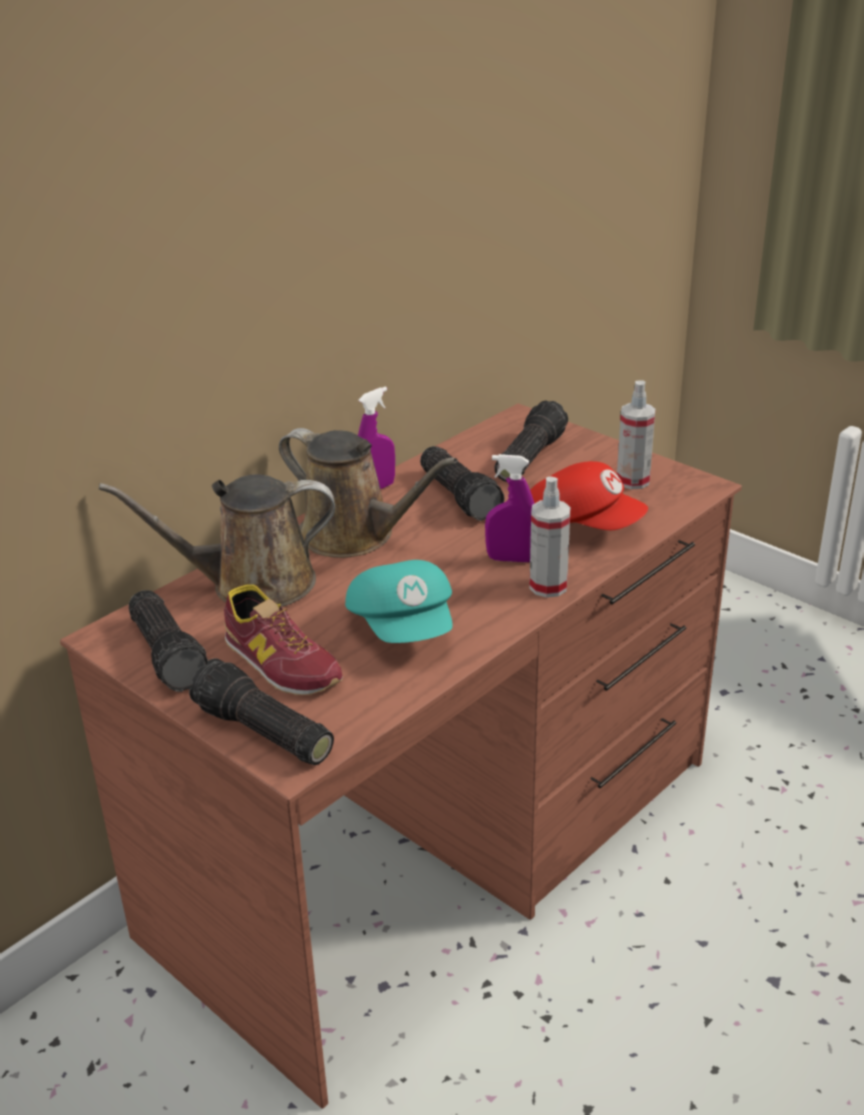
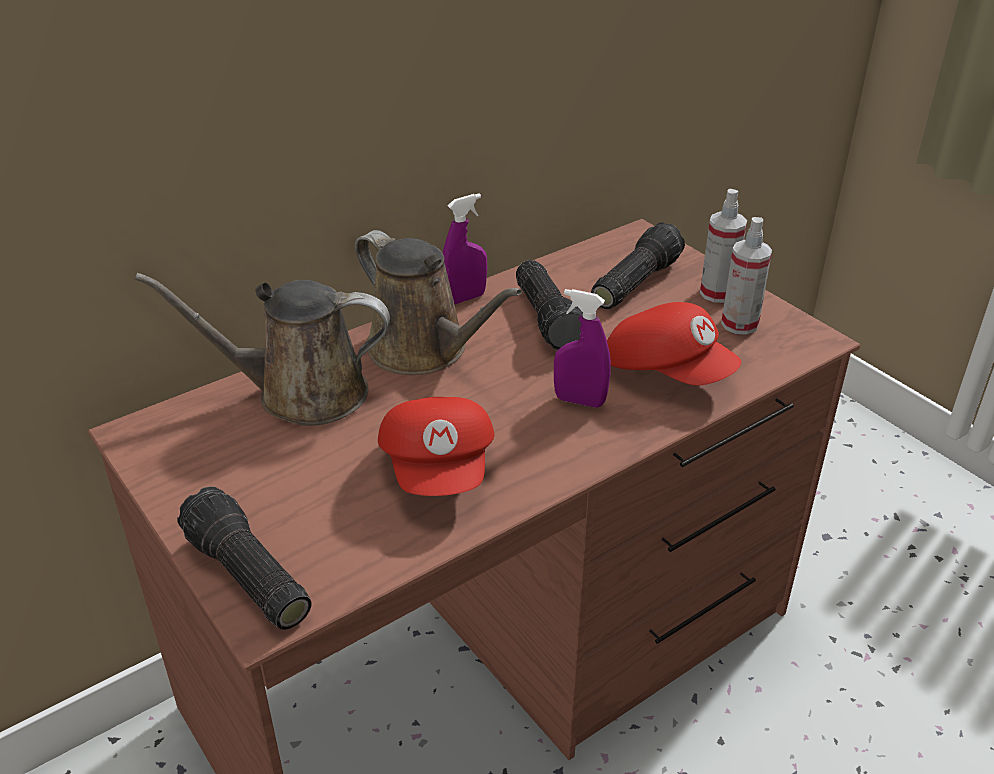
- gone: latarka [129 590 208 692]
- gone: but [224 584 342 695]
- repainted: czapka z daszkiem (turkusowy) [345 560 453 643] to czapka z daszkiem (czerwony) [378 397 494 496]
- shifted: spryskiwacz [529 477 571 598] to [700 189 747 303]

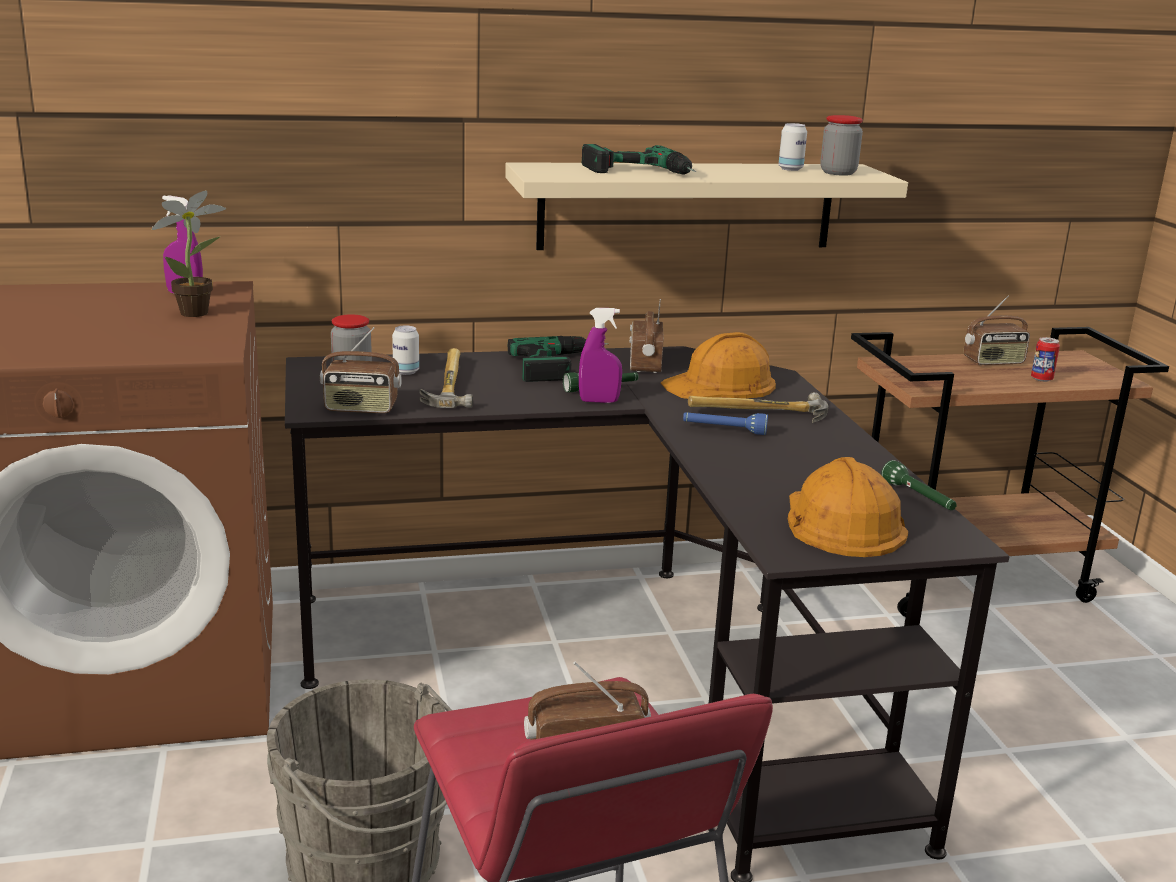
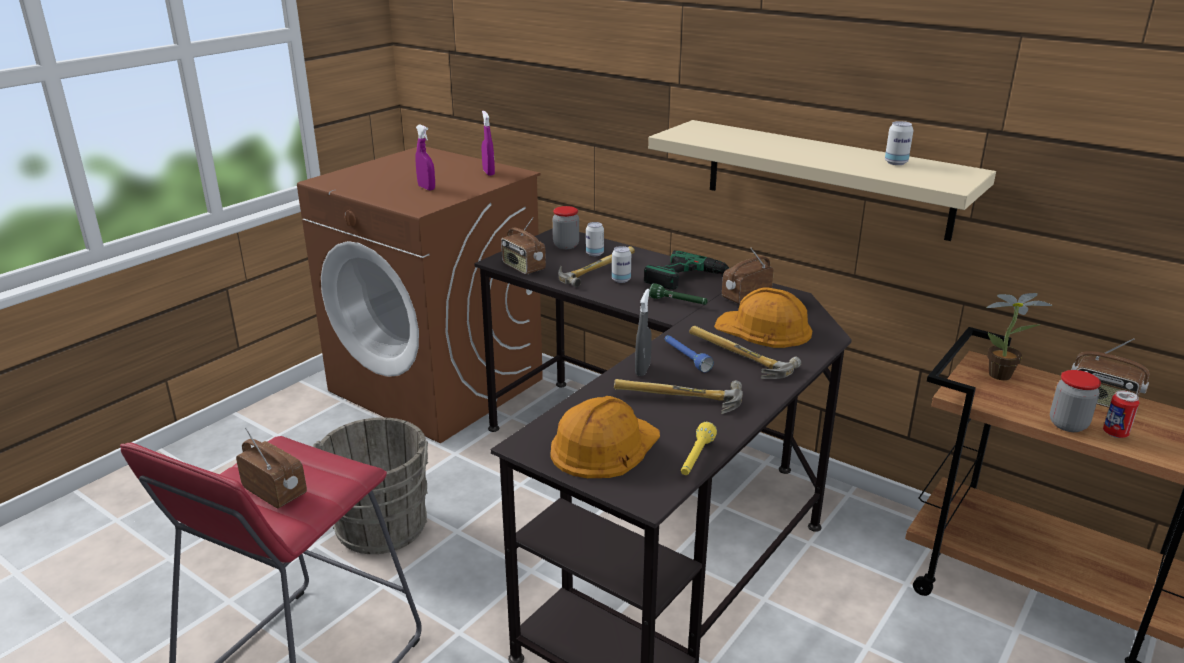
- shifted: roślina doniczkowa [152 190 226 317] to [986 293 1052 380]
- shifted: spryskiwacz (fioletowy) [579 308 622 403] to [416 124 435 190]
- gone: wiertarka [582 144 697 174]
- shifted: słoik [820 115 863 176] to [1050 370 1101 432]
- repainted: latarka (zielony) [881 460 957 510] to latarka (żółty) [681 422 717 475]
- new: puszka [612 246 631 283]
- new: młotek [614 379 743 414]
- new: spryskiwacz (szary) [635 289 652 376]

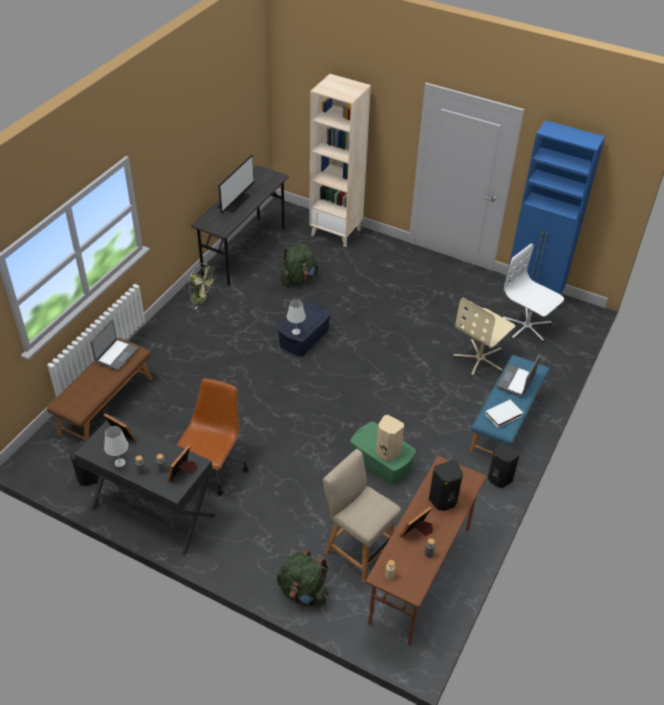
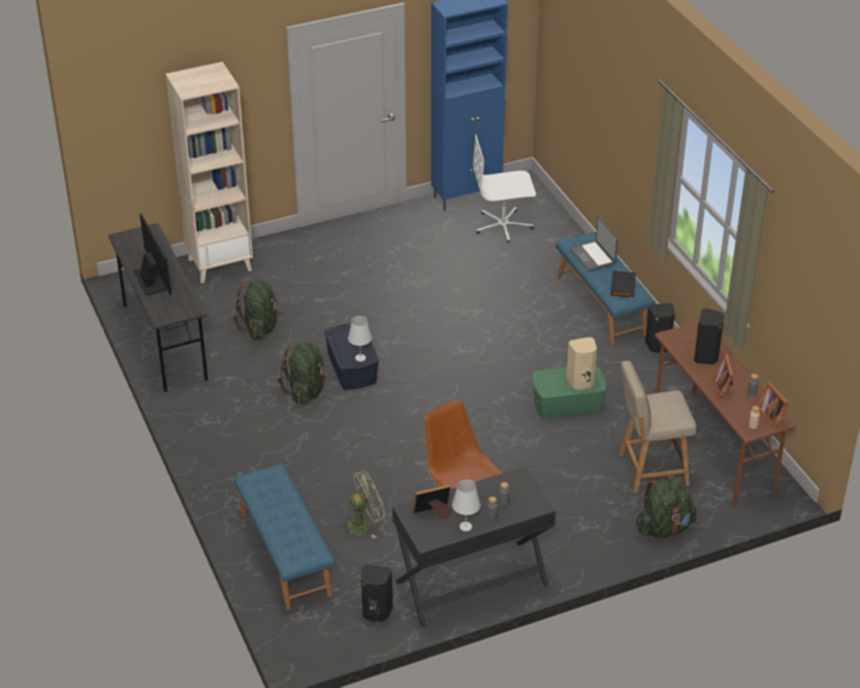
- repainted: ławka (brązowy) [47 338 152 441] to ławka (niebieski) [234 464 335 610]
- gone: laptop [91 320 139 371]
- shifted: ramka na zdjęcie [167 445 198 482] to [758 383 788 429]
- shifted: wentylator (zielony) [189 263 217 309] to [339 471 385 539]
- gone: krzesło biurowe (beżowy) [453 298 515 377]
- repainted: książka (biały) [485 400 523 427] to książka (czarny) [611 271 636 297]
- new: plecak (zielony) [278 342 328 404]

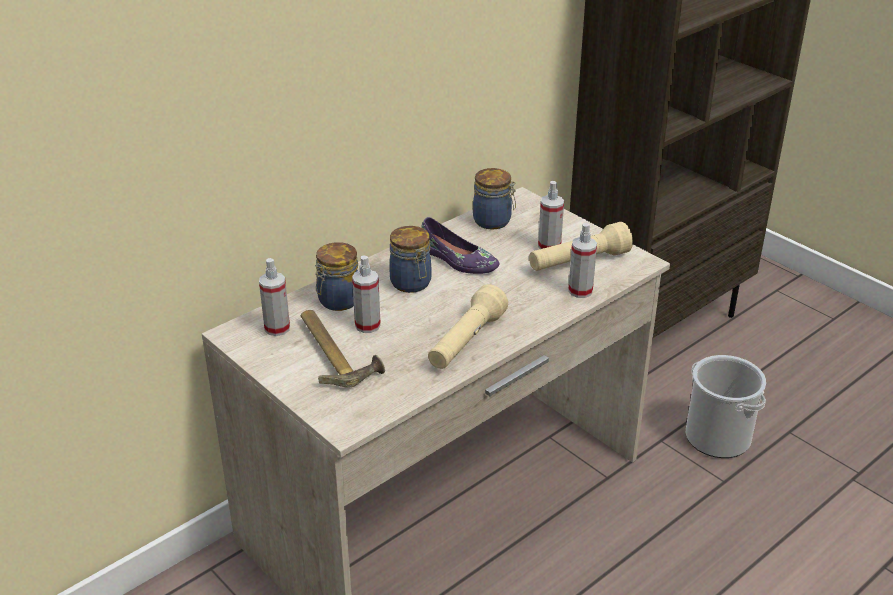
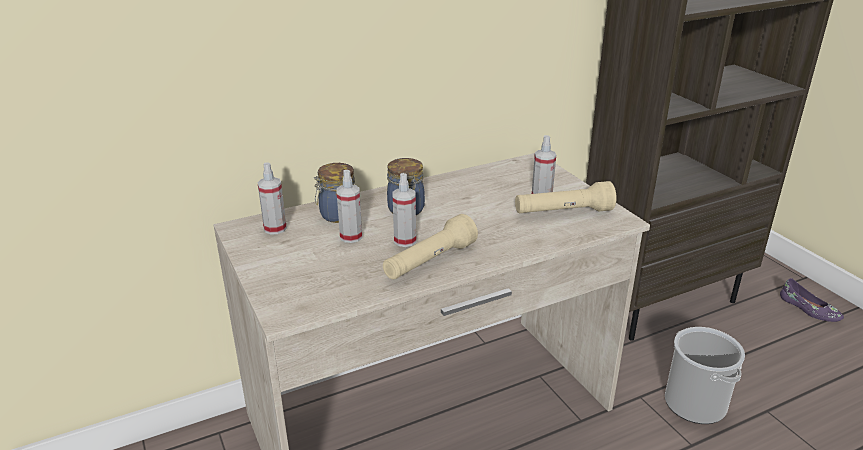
- gone: młotek [301 310 385 388]
- shifted: but (fioletowy) [421 217 499 274] to [780 278 844 322]
- gone: słoik [473 168 516 229]
- shifted: spryskiwacz [568 223 597 298] to [393 173 416 247]

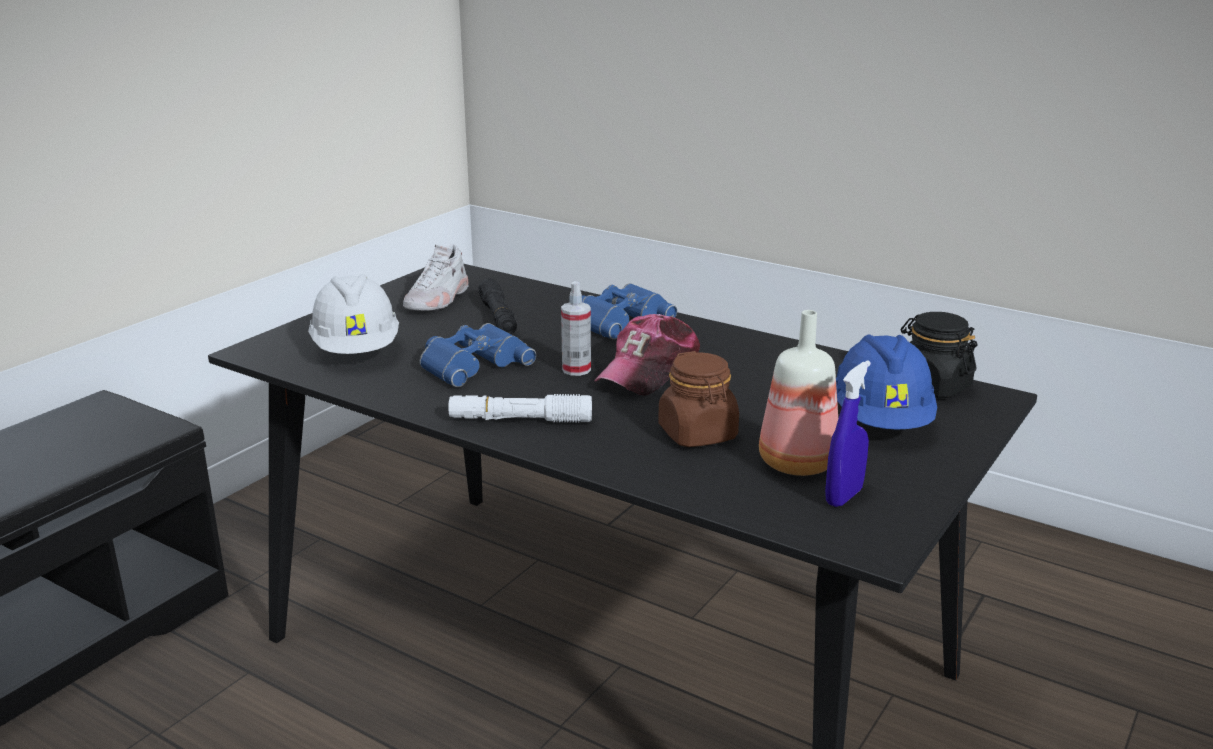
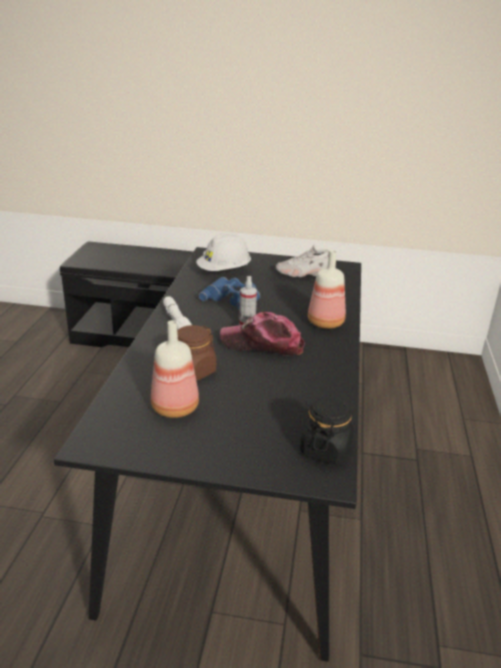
- gone: latarka (czarny) [478 278 517 334]
- swapped: lornetka (niebieski) [582 283 677 340] to butelka [308 250 346 329]
- gone: spryskiwacz (niebieski) [825 360 871 507]
- gone: kask (niebieski) [836 335 937 430]

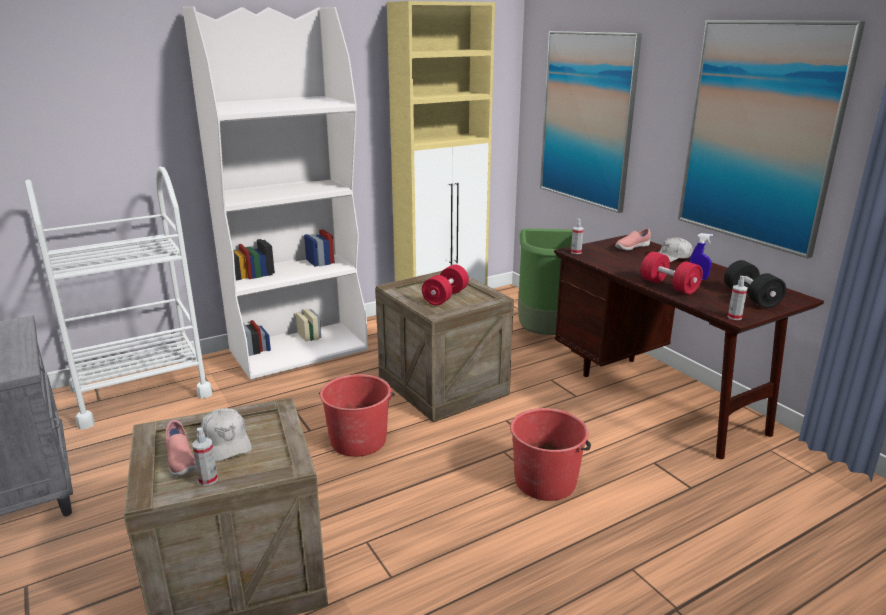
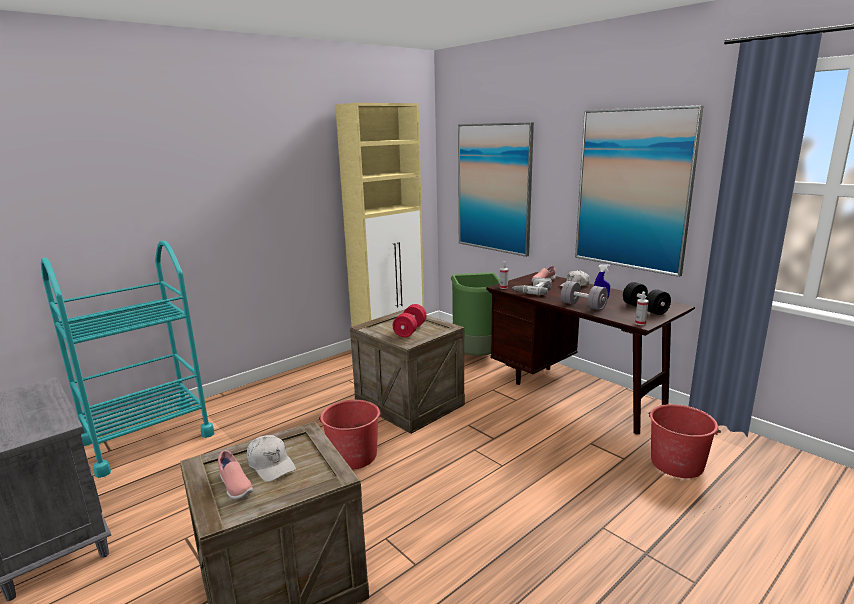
- repainted: wózek (biały) [25 166 212 430] to wózek (turkusowy) [41 241 214 478]
- gone: regał (biały) [183 6 368 380]
- gone: spryskiwacz [192 427 218 486]
- shifted: wiadro (czerwony) [510 408 591 501] to [648 404 721 478]
- repainted: hantel (czerwony) [640 251 703 294] to hantel (szary) [561 281 608 310]
- new: wiertarka [512 278 552 295]

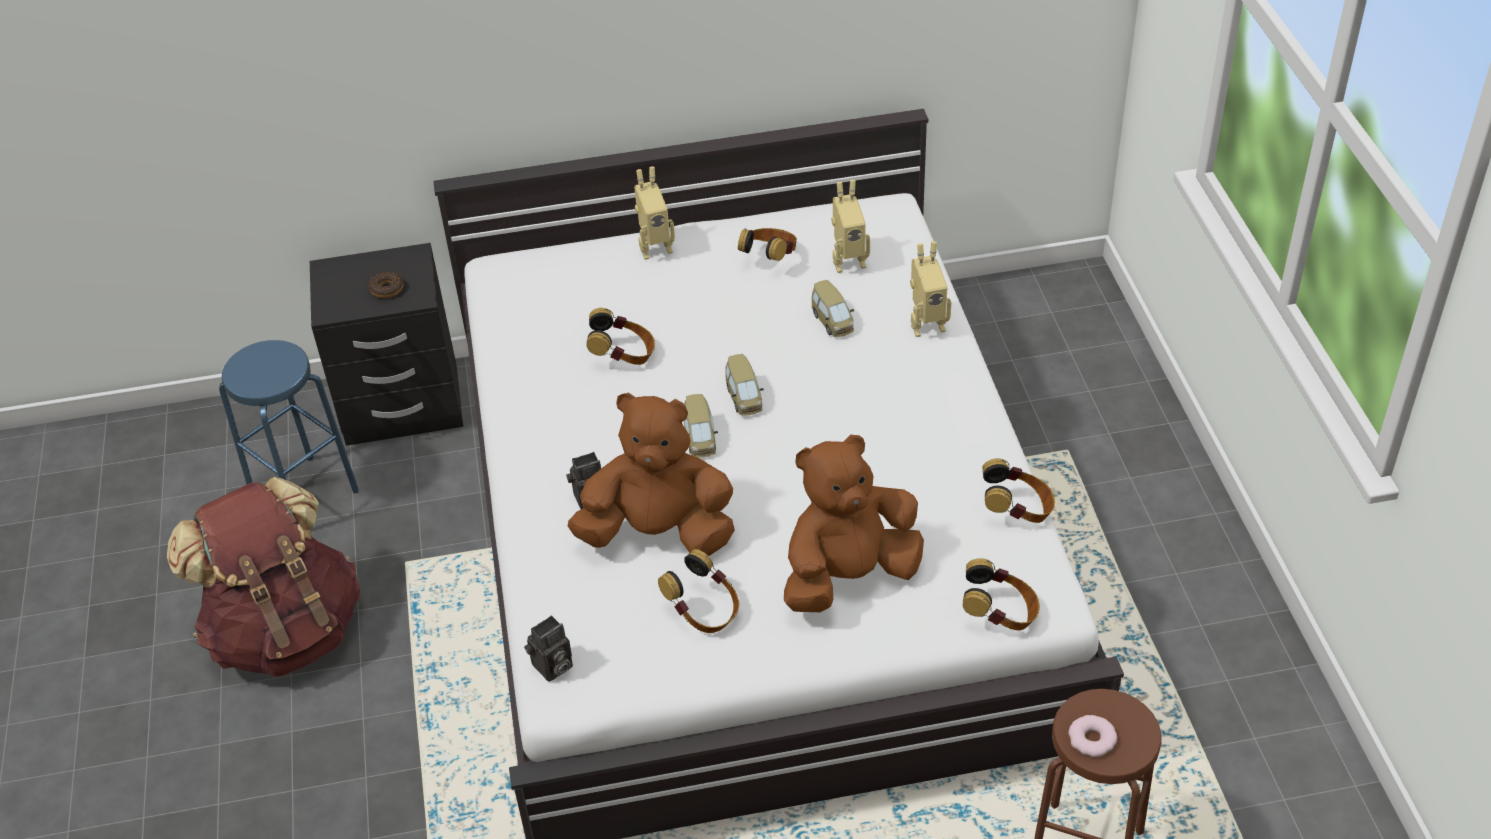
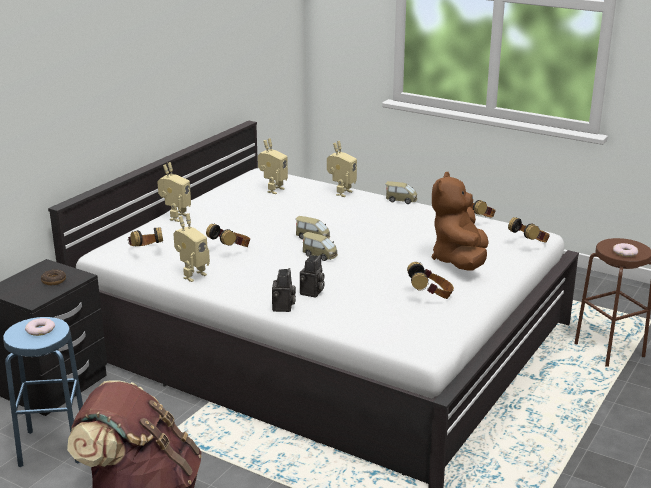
- shifted: aparat fotograficzny [524 615 573 682] to [272 268 296 312]
- gone: pluszak (brązowy) [568 392 735 556]
- shifted: słuchawki [738 228 797 261] to [128 227 163 247]
- shifted: samochodzik [812 280 854 337] to [386 181 417 204]
- new: donut [25 318 55 336]
- new: robot zabawkowy [173 213 210 282]

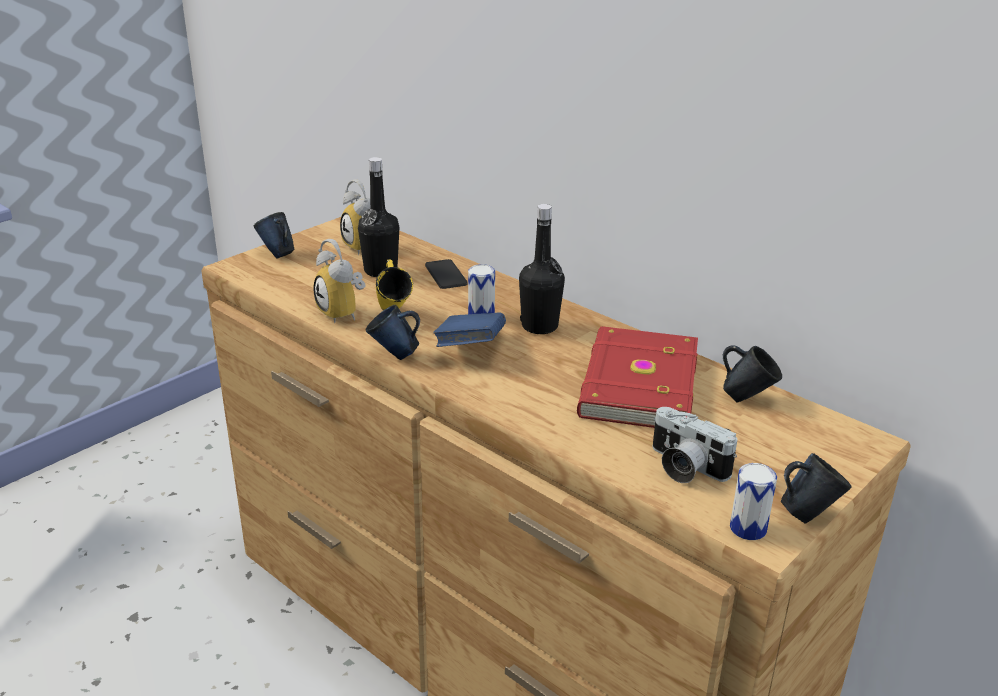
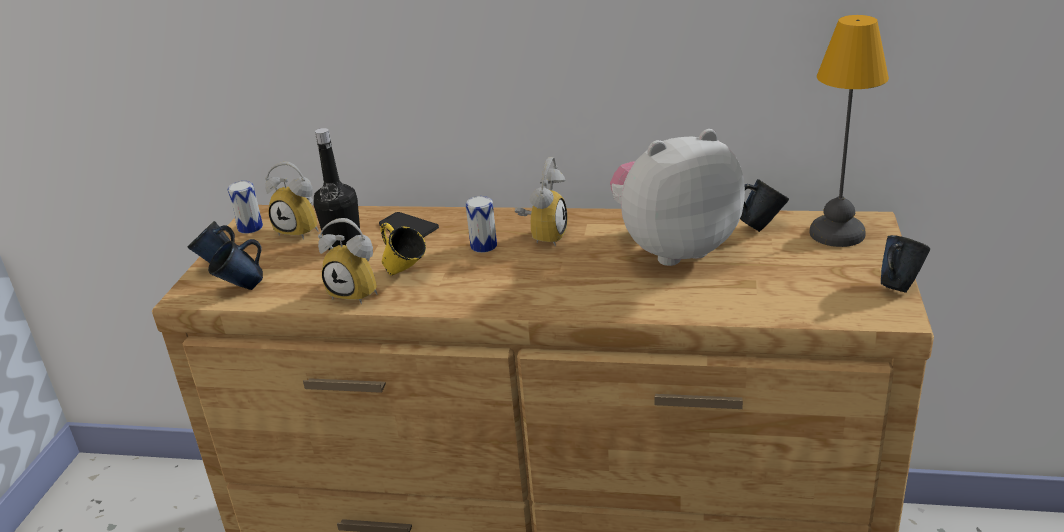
- shifted: kubek (niebieski) [366 305 420 360] to [208 239 263 290]
- gone: książka (niebieski) [433 313 506 347]
- swapped: butelka (czarny) [519 204 565 334] to budzik [515 157 568 247]
- swapped: książka (czerwony) [577 326 698 428] to pluszak [610 129 745 266]
- gone: aparat fotograficzny [653 407 737 483]
- shifted: puszka [730 463 777 540] to [228 181 263 234]
- new: lampa stołowa [810 15 889 247]

